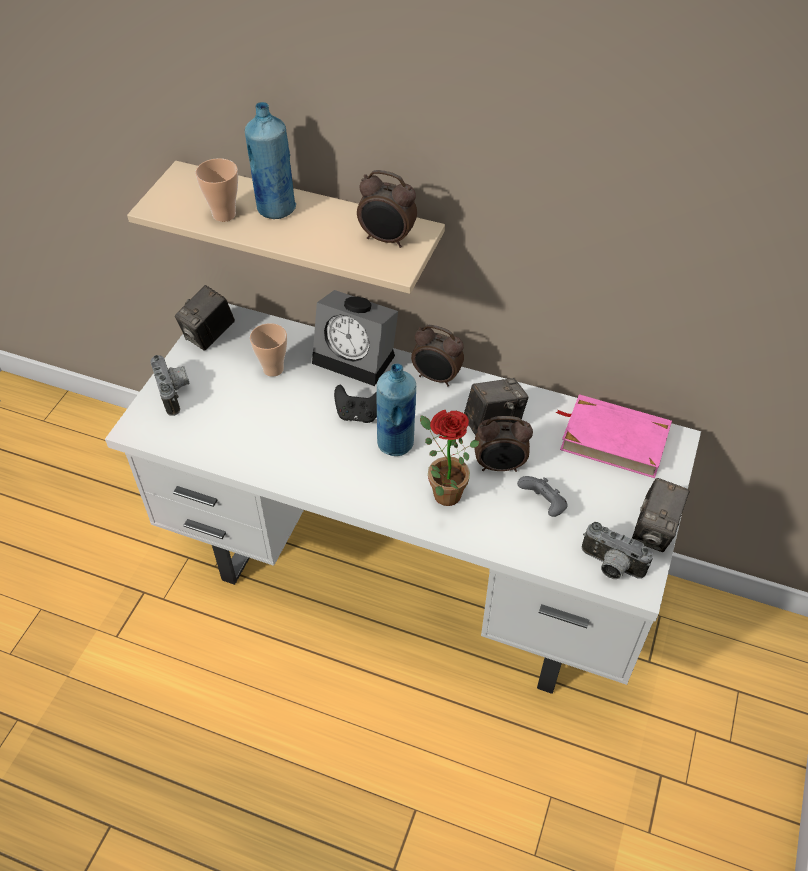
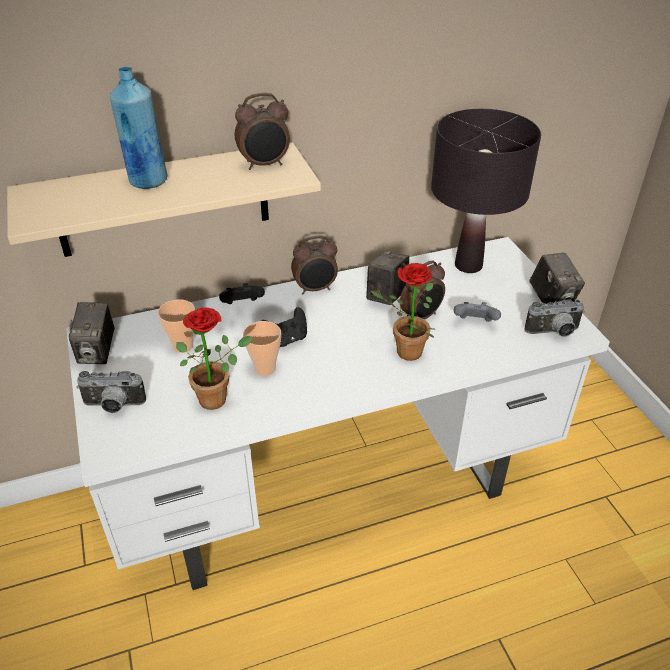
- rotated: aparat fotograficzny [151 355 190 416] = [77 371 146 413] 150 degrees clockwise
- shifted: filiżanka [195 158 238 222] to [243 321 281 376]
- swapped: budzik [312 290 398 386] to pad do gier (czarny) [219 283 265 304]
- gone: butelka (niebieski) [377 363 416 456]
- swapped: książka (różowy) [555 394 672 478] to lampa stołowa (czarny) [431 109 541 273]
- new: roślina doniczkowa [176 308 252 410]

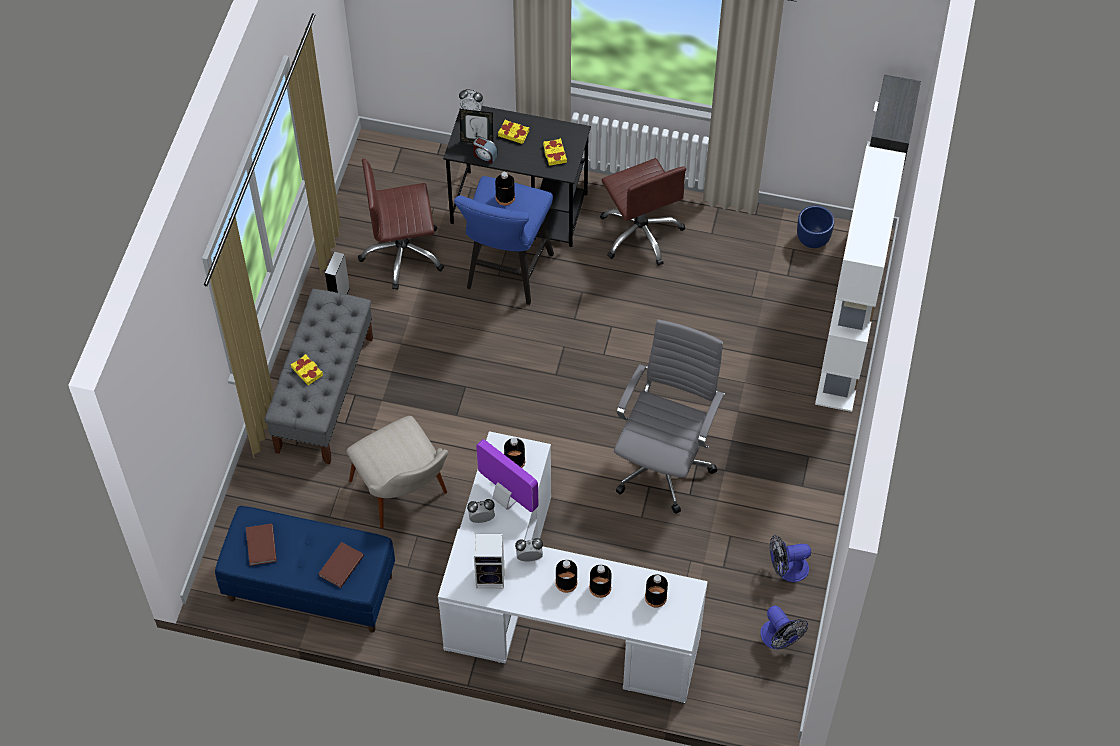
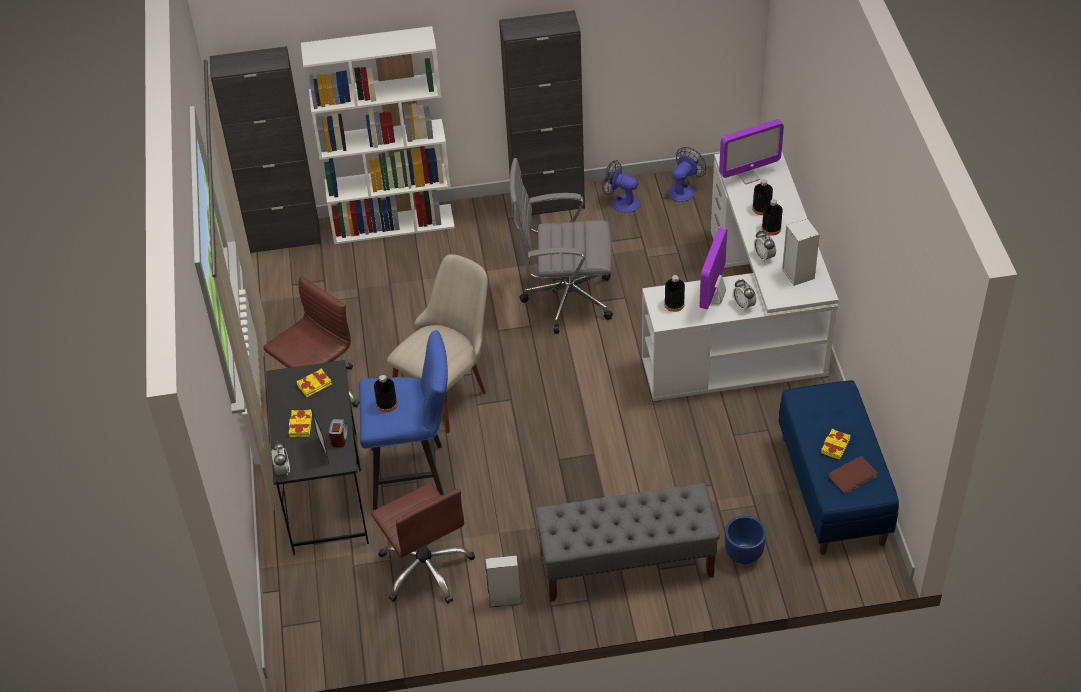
- shifted: książka (żółty) [291 354 323 385] to [821 429 850 460]
- gone: książka (brązowy) [318 542 364 588]
- shifted: krzesło (beżowy) [346 416 448 528] to [387 254 488 433]
- swapped: butelka (czarny) [645 574 668 608] to monitor [719 119 784 184]
- rotated: wentylator [770 534 811 582] = [602 160 639 213] 150 degrees clockwise
- shifted: donica (niebieski) [797 206 834 248] to [725 516 766 564]
- new: szafka (czarny) [499 10 585 215]

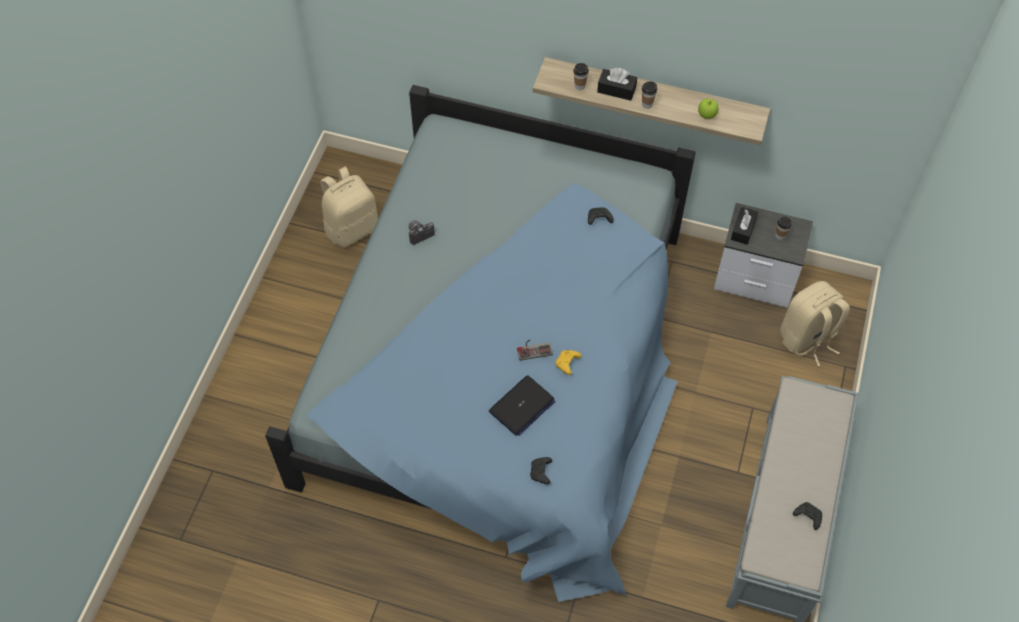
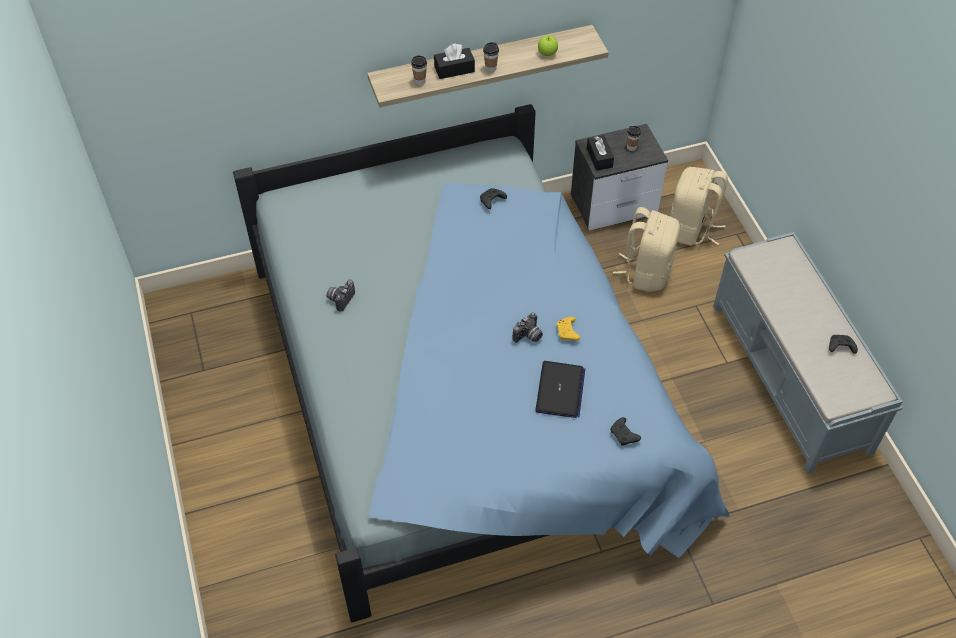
- shifted: plecak (beżowy) [320 167 378 248] to [613 207 680 292]
- swapped: pad do gier [517 339 553 361] to aparat fotograficzny [513 312 543 343]

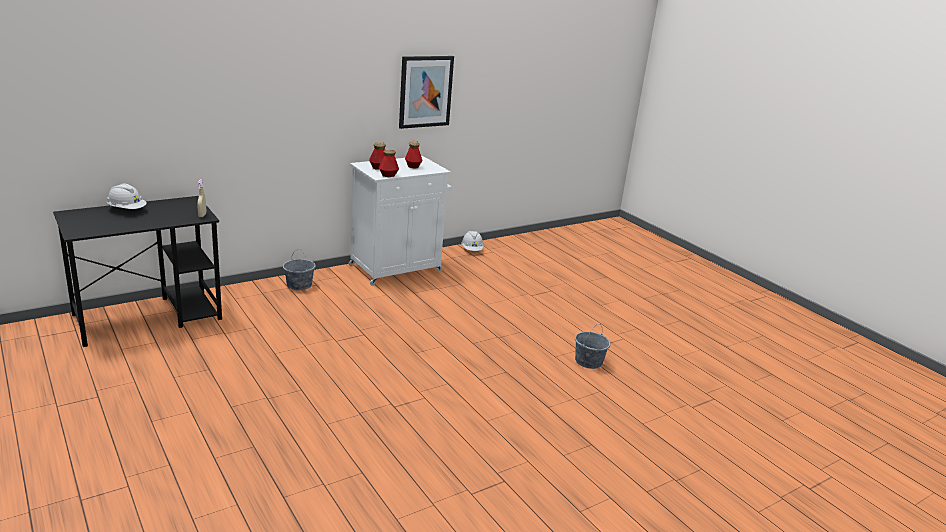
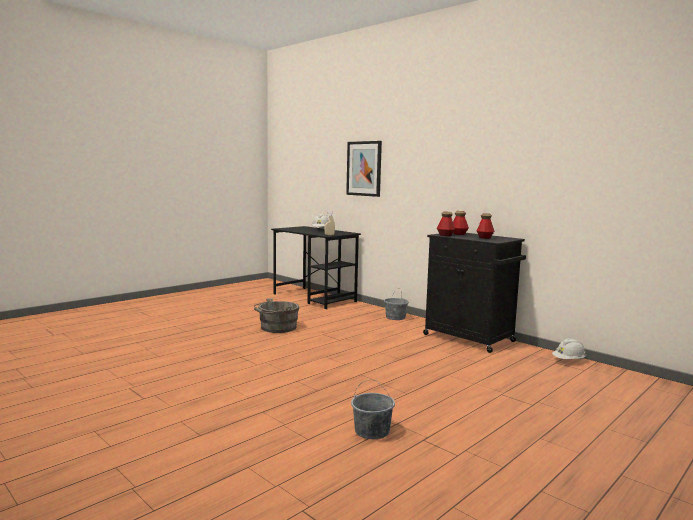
- repainted: szafka (biały) [349 156 452 286] to szafka (czarny) [423 233 526 353]
- shifted: obraz [399 56 454 129] to [346 141 382 197]
- new: wiadro (szary) [254 298 299 333]

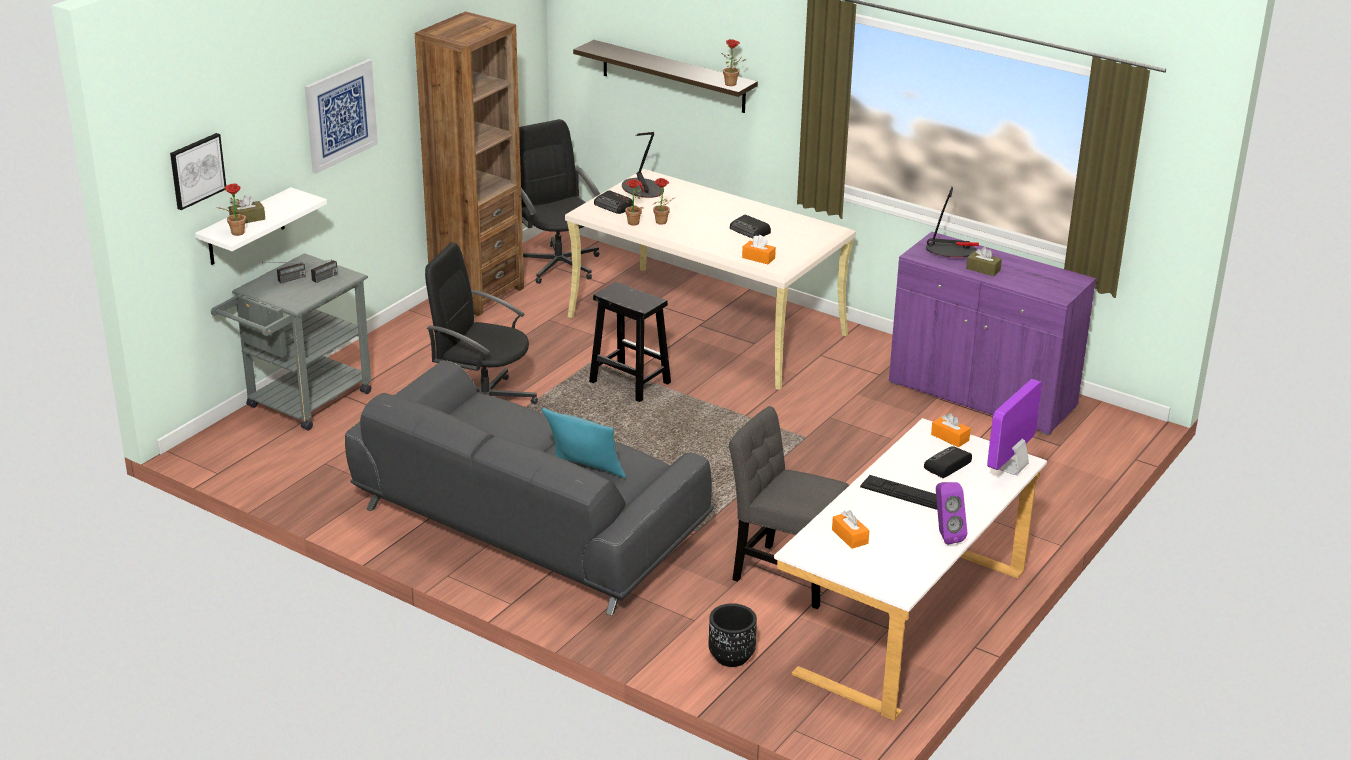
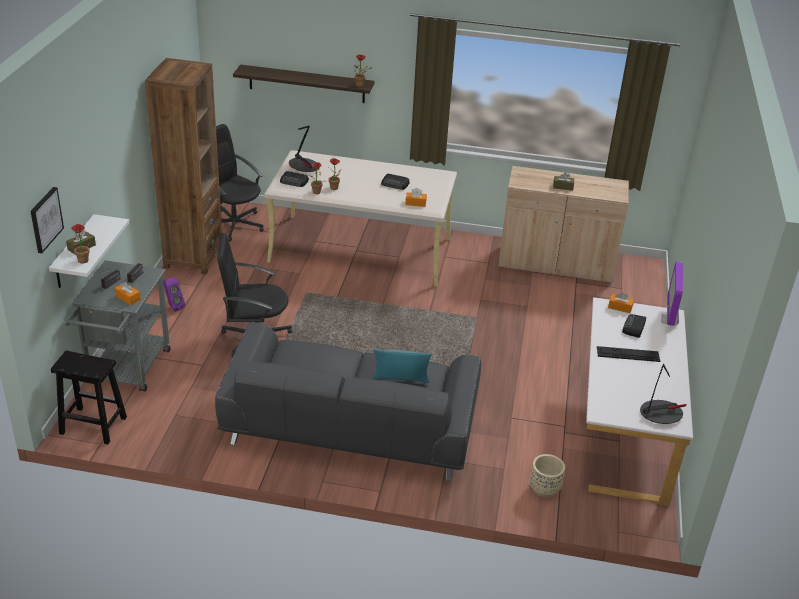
- gone: obraz [305 59 378 174]
- shifted: stołek (czarny) [589 282 671 402] to [51 351 127 444]
- repainted: donica (czarny) [709 603 757 667] to donica (beżowy) [530 454 565 498]
- gone: krzesło (szary) [729 406 849 609]
- shifted: pudełko chusteczek (pomarańczowy) [832 510 869 549] to [115 282 141 305]
- repainted: szafka (fioletowy) [889 232 1096 435] to szafka (beżowy) [498 166 629 283]
- shifted: lampa stołowa [926 187 979 257] to [640 364 686 424]
- shifted: głośnik (fioletowy) [936 482 968 545] to [163 277 185 312]

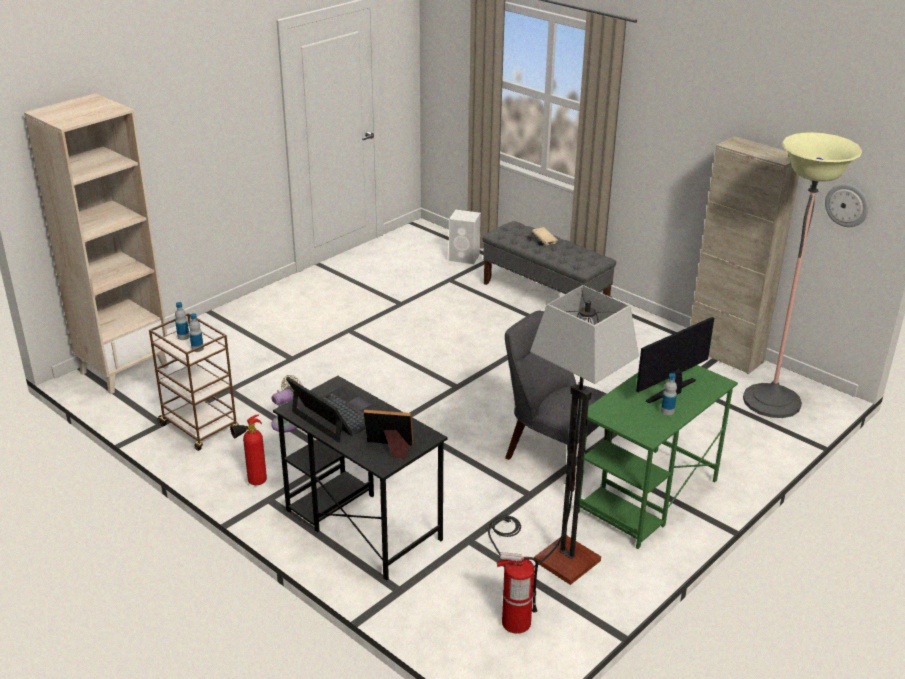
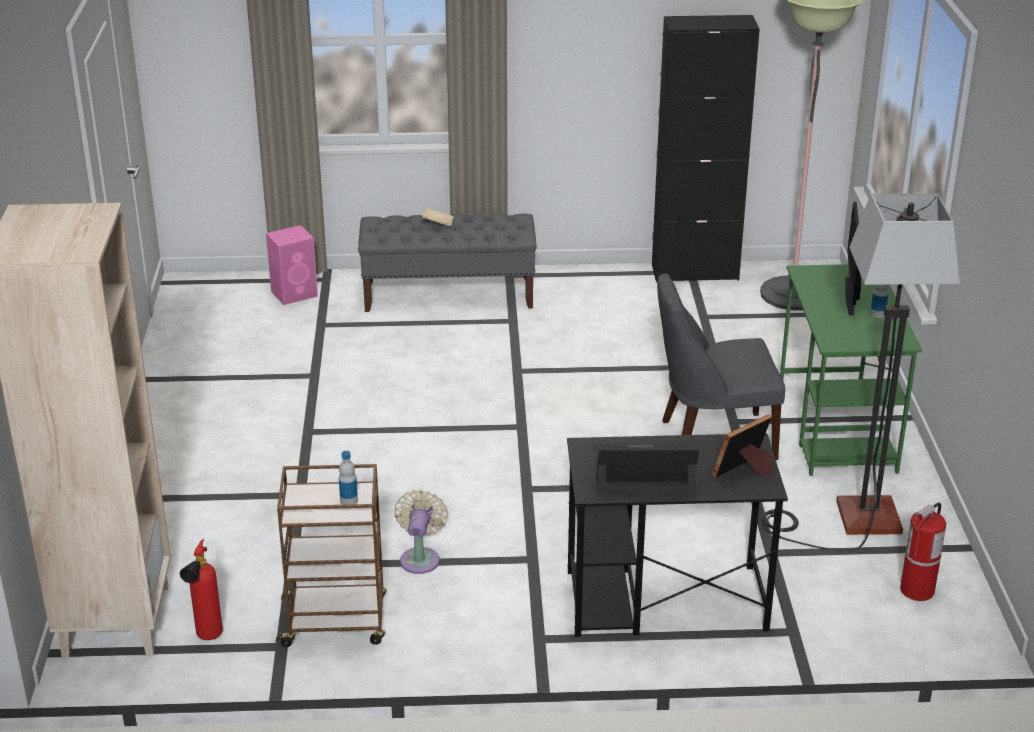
- gone: butelka [175 302 190 340]
- shifted: gaśnica [230 415 267 485] to [180 539 223 640]
- repainted: głośnik (biały) [449 209 481 264] to głośnik (różowy) [266 225 318 305]
- repainted: szafka (beżowy) [691 136 799 374] to szafka (czarny) [652 15 760 282]
- gone: zegar ścienny [825 184 869 227]

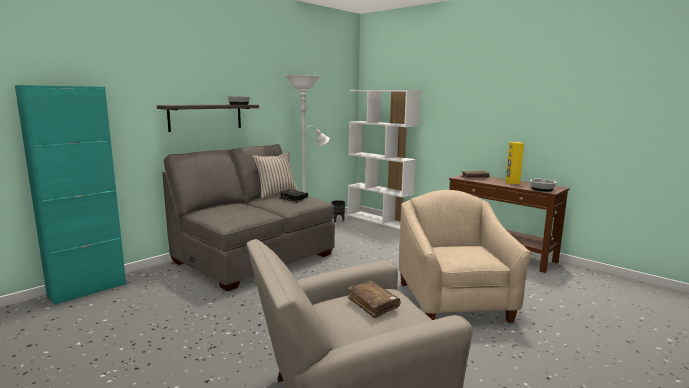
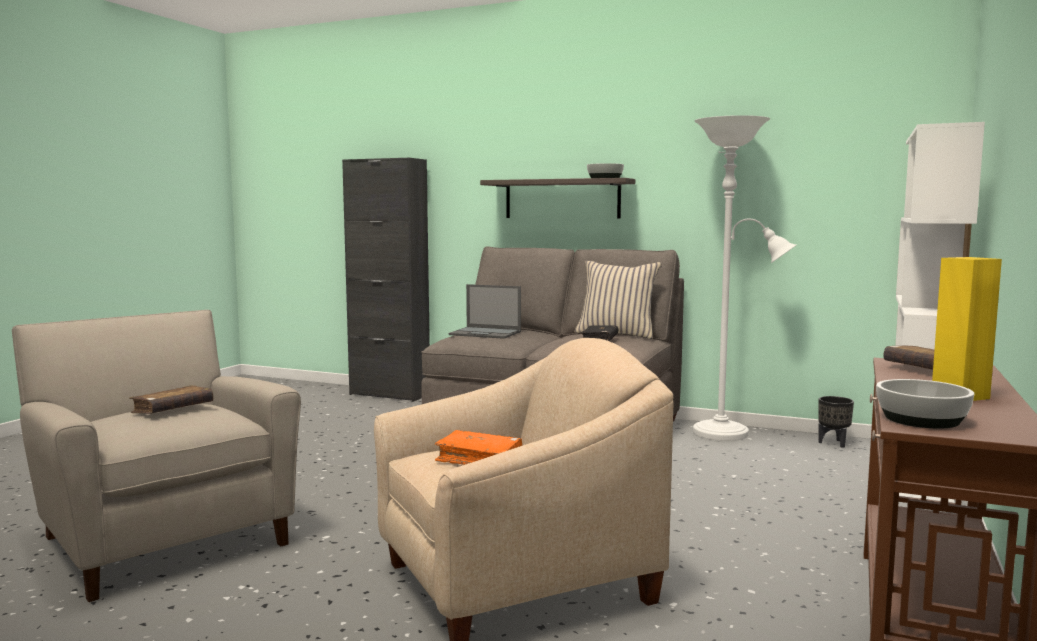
- repainted: szafka (turkusowy) [15 85 126 305] to szafka (czarny) [342 158 430 402]
- new: książka (pomarańczowy) [435 430 522 465]
- new: laptop [449 284 521 339]

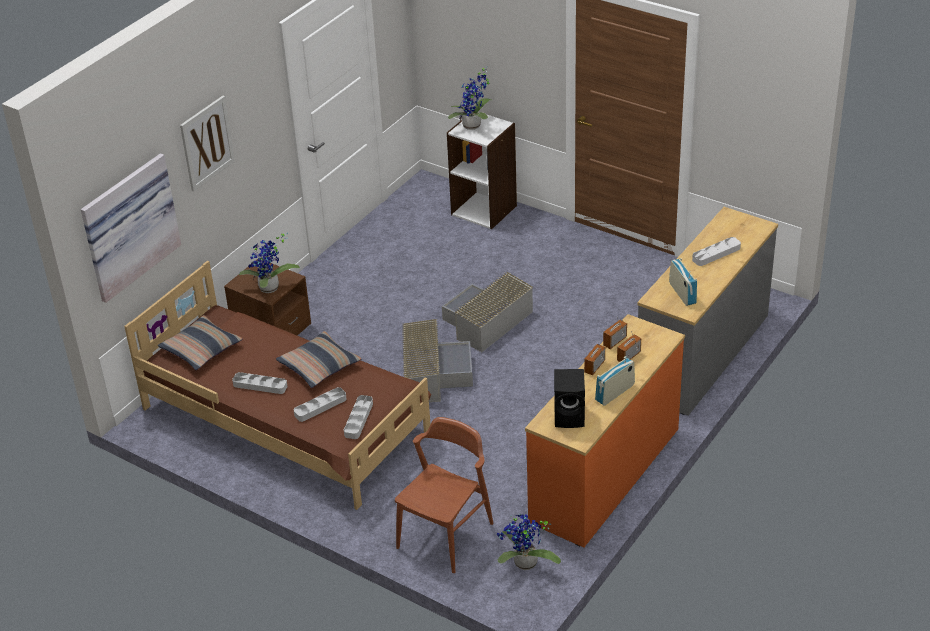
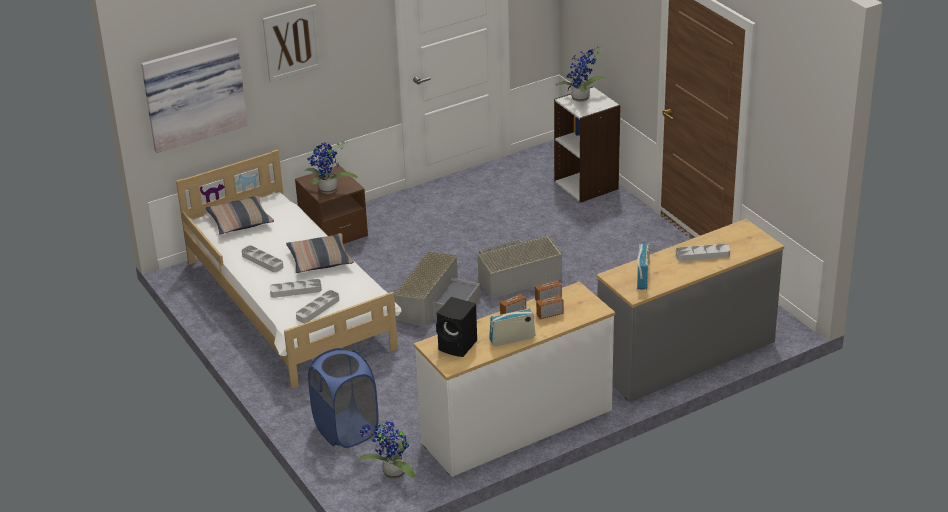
- repainted: łóżko (brązowy) [124 261 431 510] to łóżko (biały) [176 149 402 389]
- swapped: krzesło (brązowy) [395 417 494 573] to kosz na pranie (niebieski) [308 348 379 448]
- repainted: komoda (pomarańczowy) [525 314 685 547] to komoda (biały) [414 281 615 477]

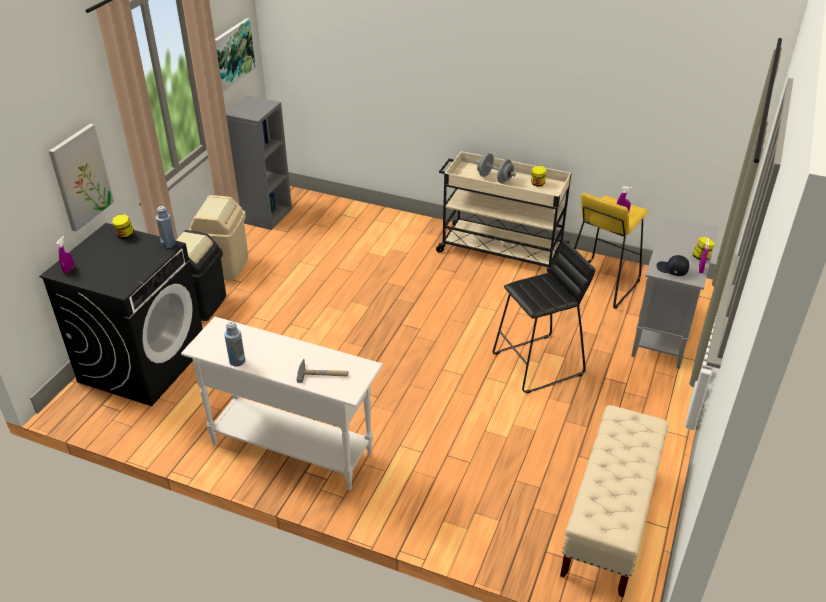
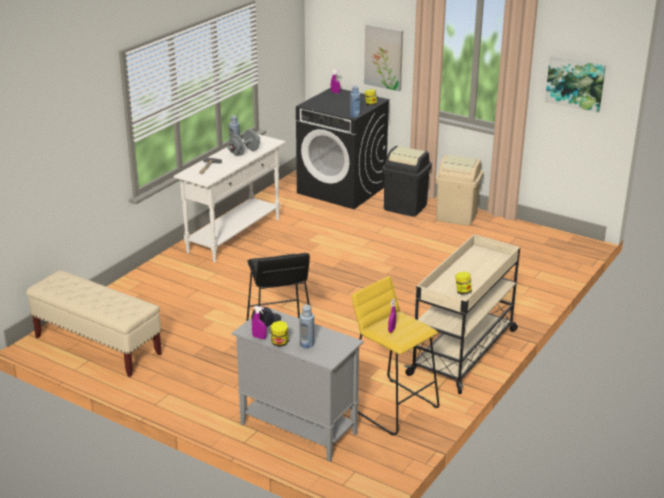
- gone: regał (szary) [226 96 292 230]
- shifted: hantel (szary) [475 153 516 183] to [227 129 260 156]
- new: butelka (niebieski) [300 305 314 348]

